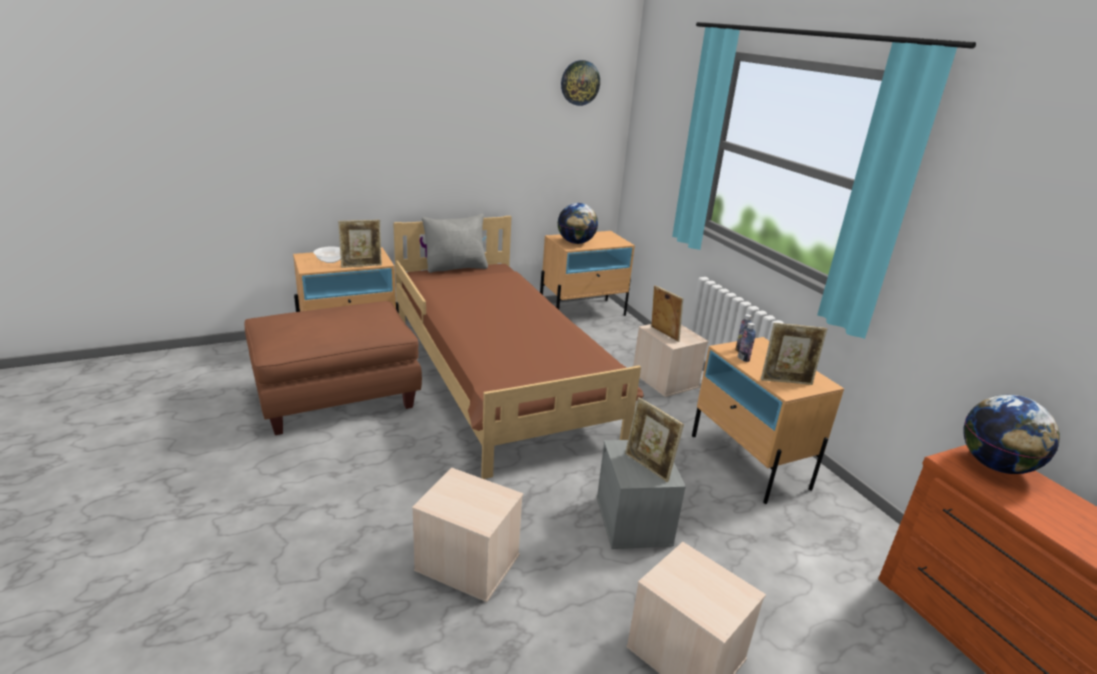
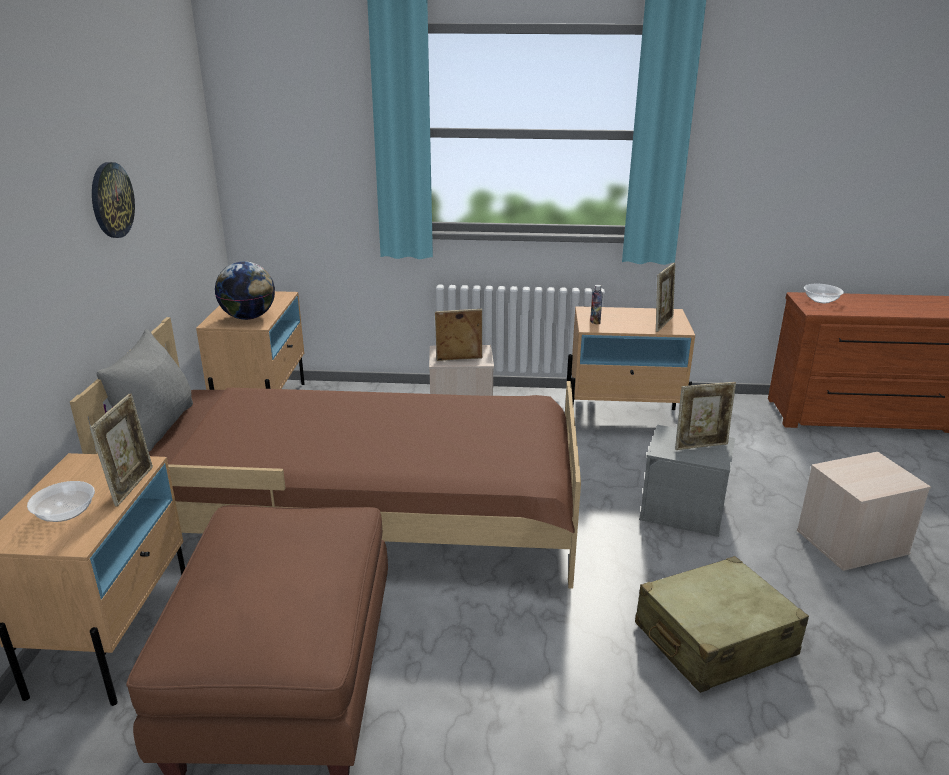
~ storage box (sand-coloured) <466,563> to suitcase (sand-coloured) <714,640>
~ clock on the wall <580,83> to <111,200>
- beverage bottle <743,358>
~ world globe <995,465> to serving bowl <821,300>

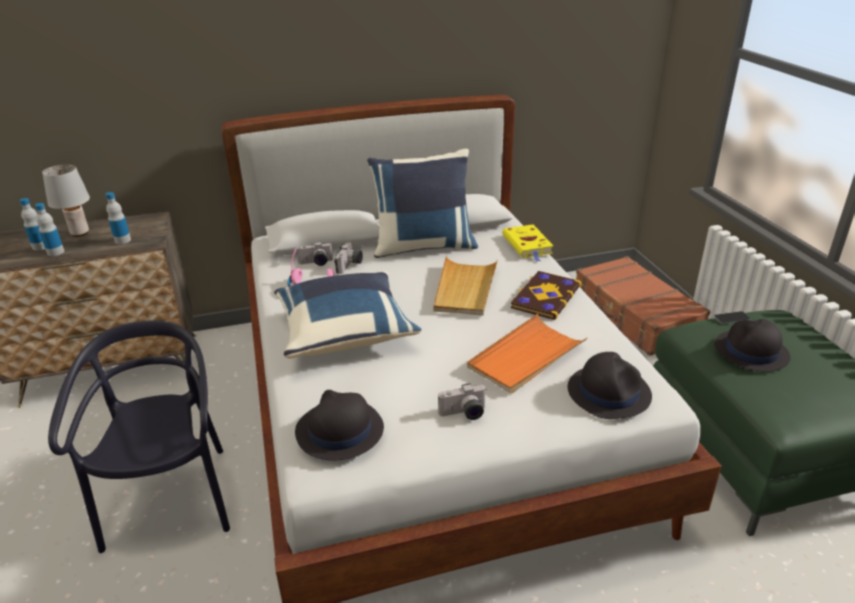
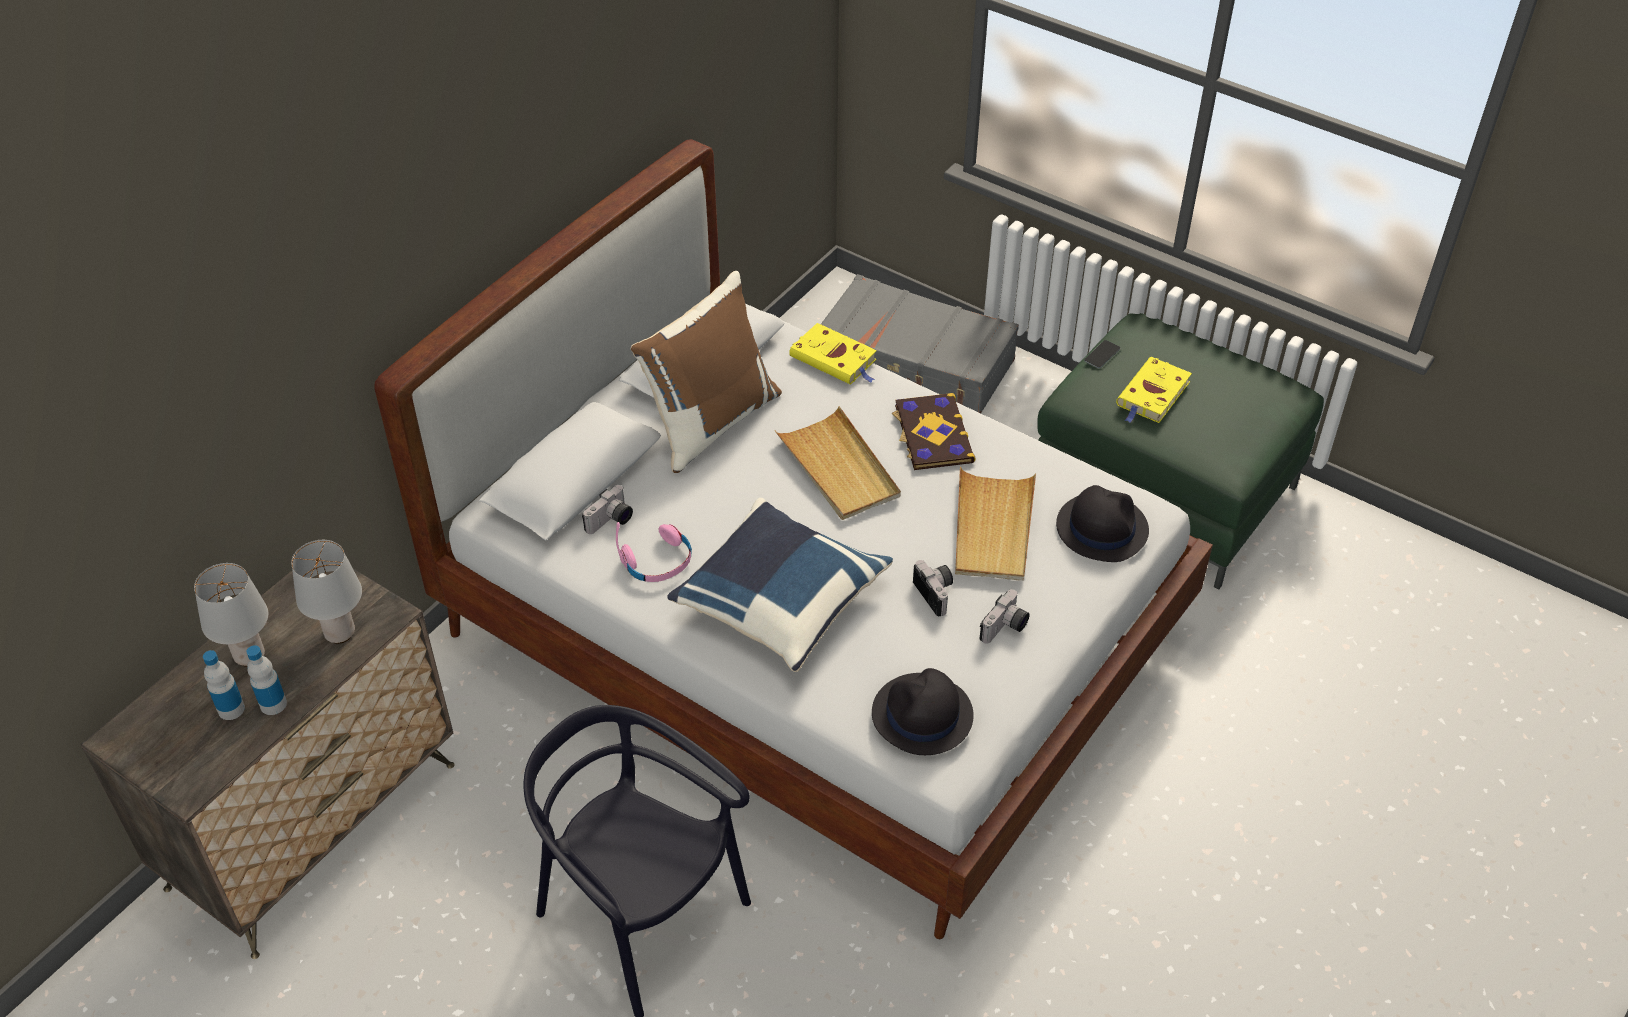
~ beverage bottle <123,240> to tabletop lamp (grey) <340,633>
~ photo camera <350,265> to <937,593>
~ pillow (blue) <424,246> to pillow (brownish) <711,422>
~ carrying tray (orange-coloured) <525,357> to carrying tray (sand-coloured) <992,528>
~ suitcase (brownish) <634,316> to suitcase (grey) <915,363>
~ hat (black-coloured) <750,352> to book (yellowish) <1152,395>

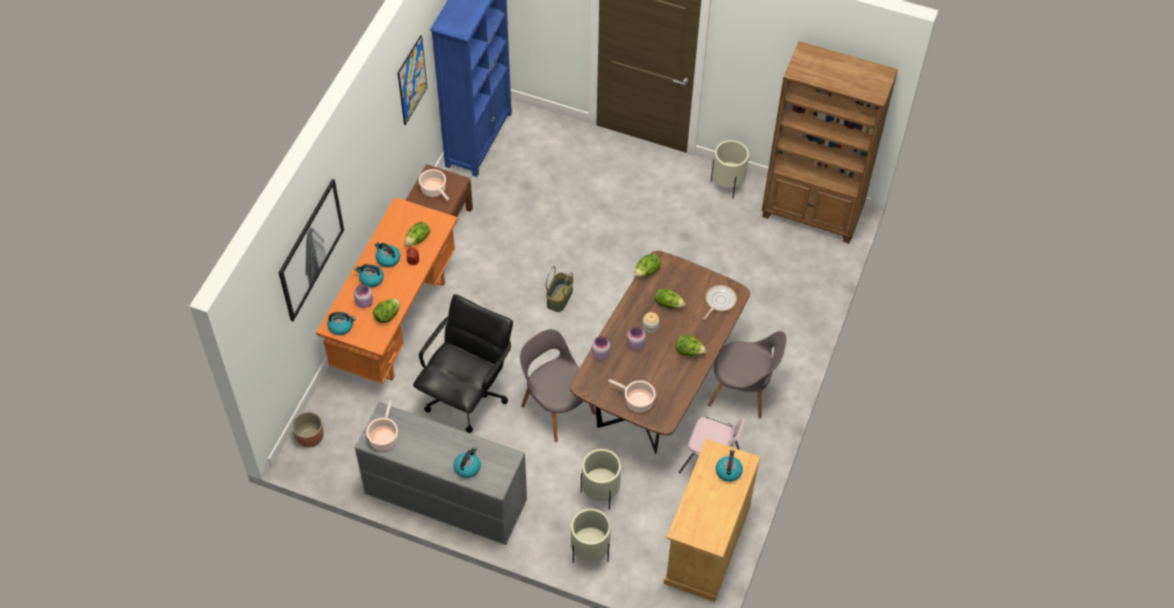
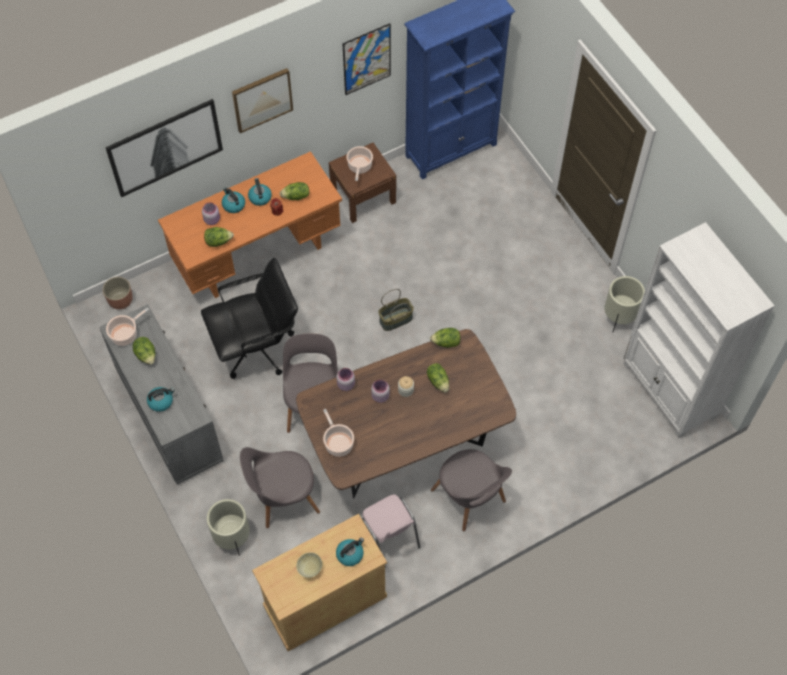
- tea kettle <341,326>
~ planter (sand-coloured) <600,493> to chair (grey) <283,497>
~ head of lettuce <689,351> to <146,355>
- pan <719,301>
~ bookshelf (brownish) <812,215> to bookshelf (white-coloured) <669,391>
+ wall picture <262,99>
+ serving bowl (sand-coloured) <309,568>

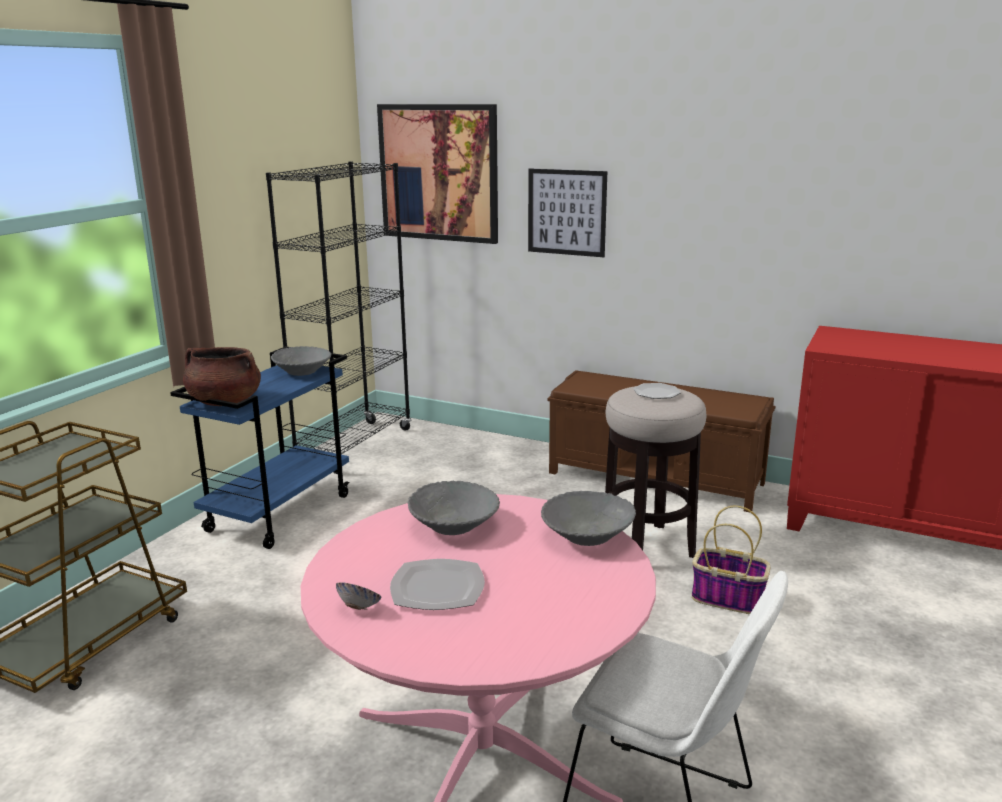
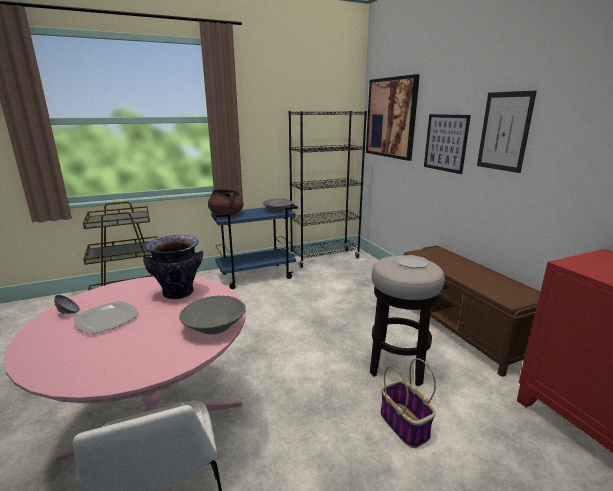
~ serving bowl (grey) <454,525> to decorative vase <178,293>
+ wall picture <504,131>

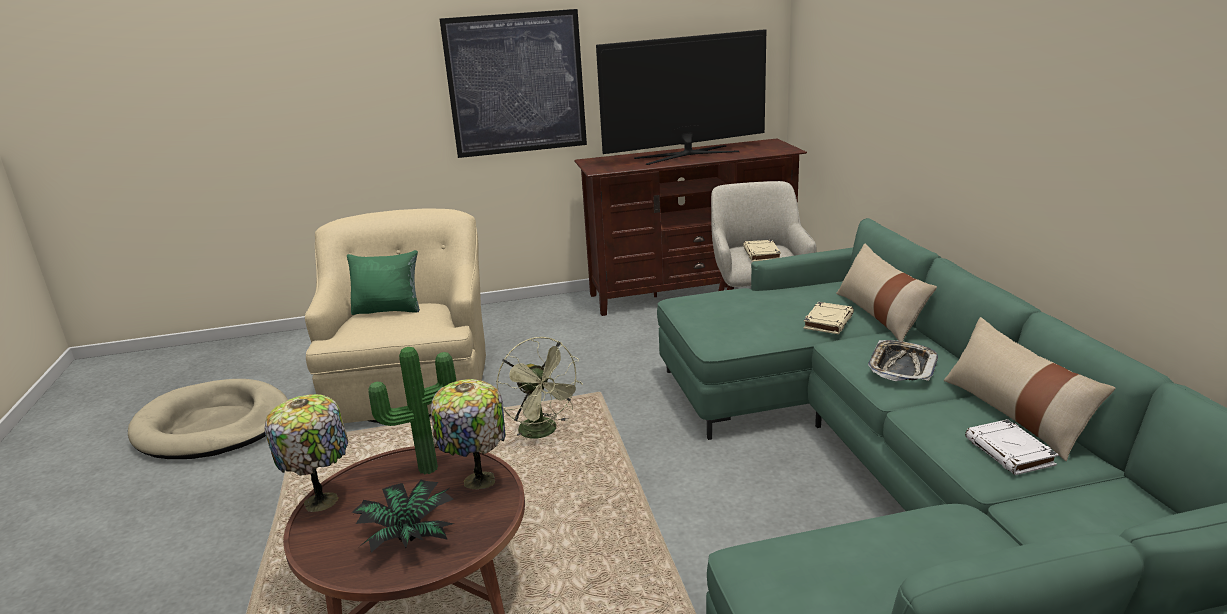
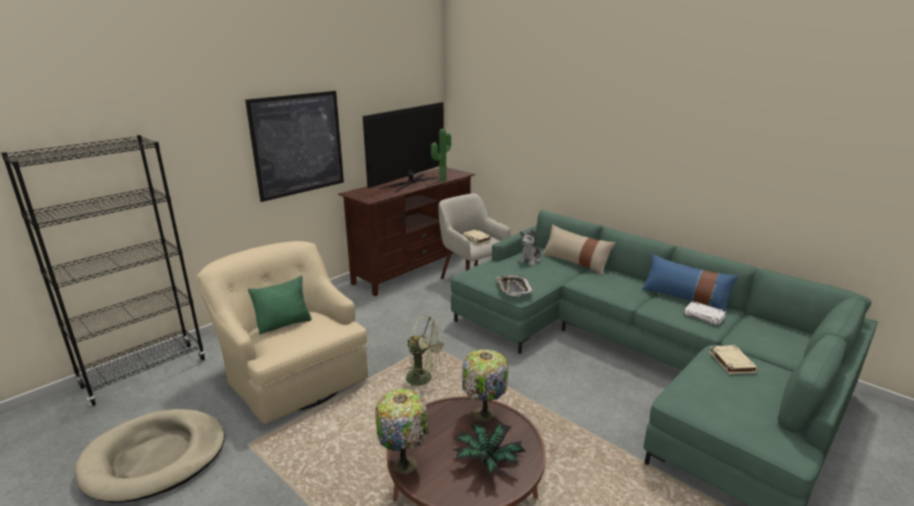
~ plant in a pot <427,467> to <441,180>
~ book (sand-coloured) <828,321> to <731,362>
~ carrying tray <901,367> to <513,288>
~ pillow (sand-coloured) <1015,414> to pillow (blue) <685,298>
+ bookshelf (black-coloured) <145,373>
+ plush toy <530,260>

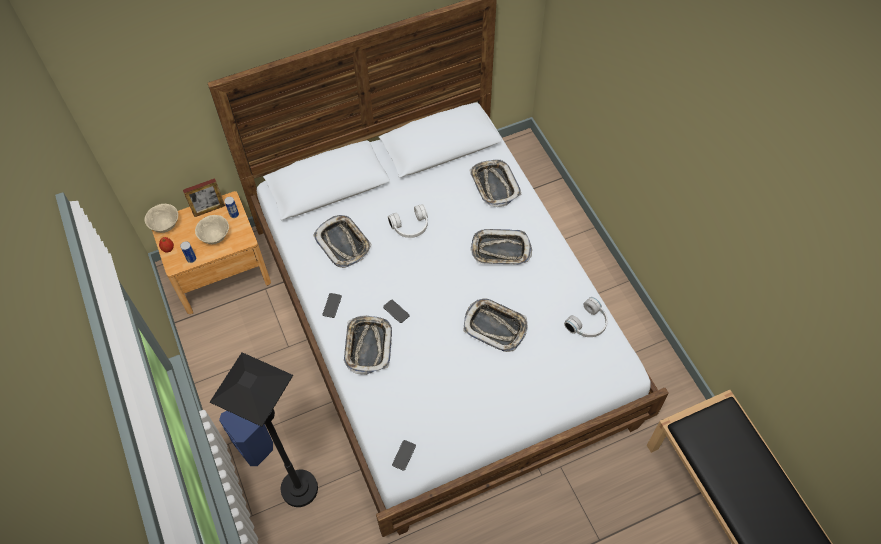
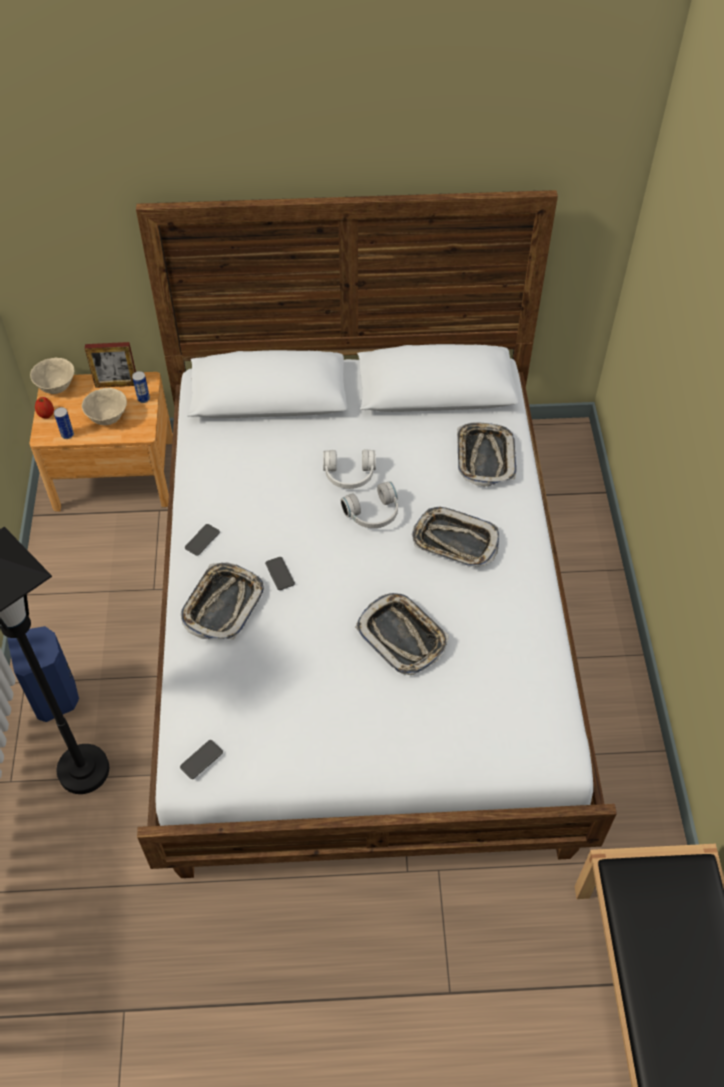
- carrying tray <343,243>
~ headphones (white-coloured) <588,324> to <373,514>

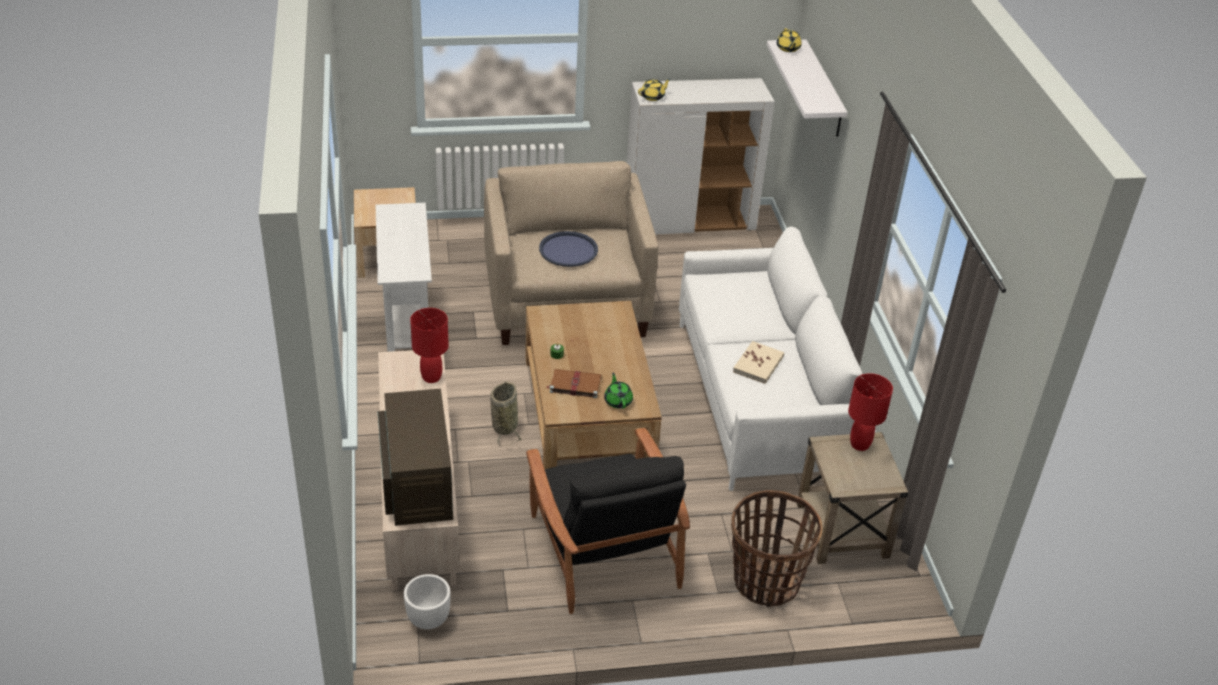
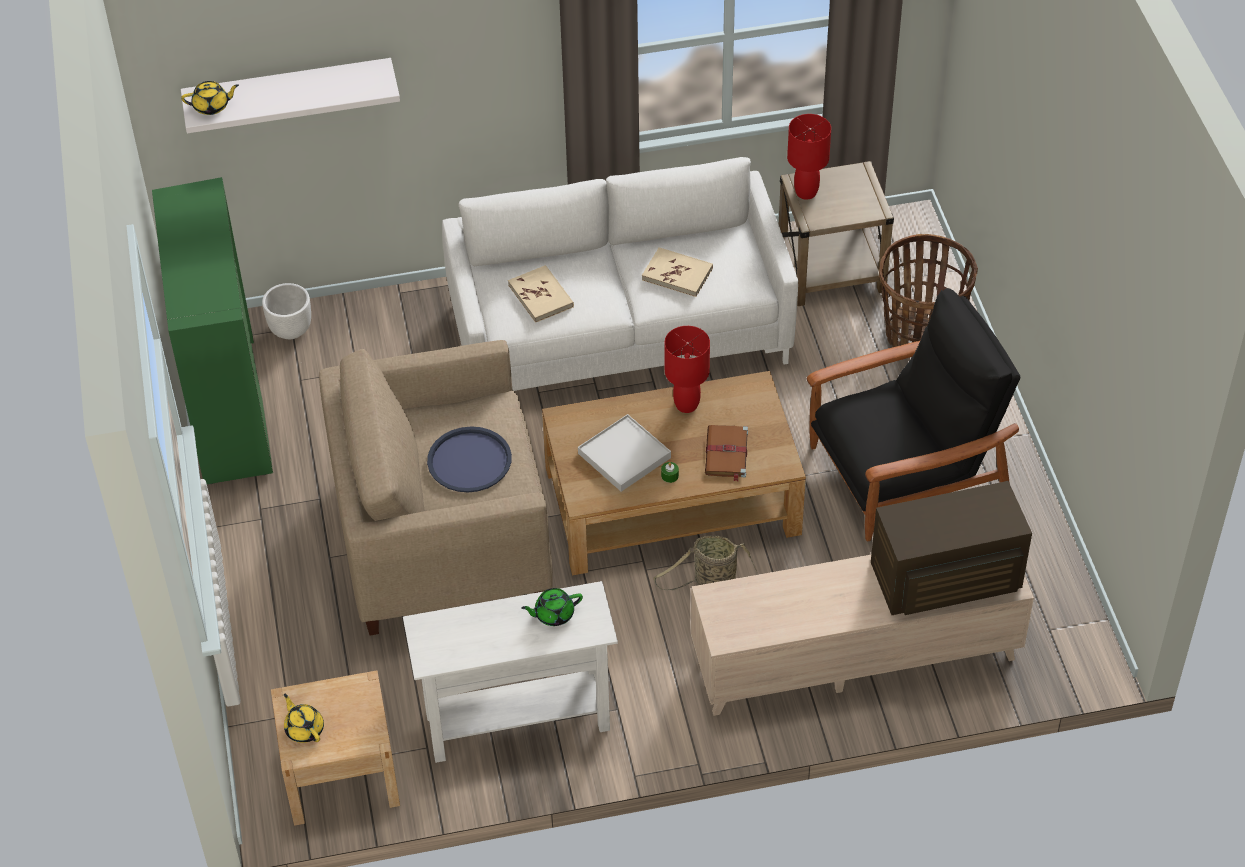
~ planter (white-coloured) <428,618> to <290,330>
~ tabletop lamp (red) <431,377> to <686,405>
~ pot for tea (green-coloured) <618,401> to <553,614>
~ cupboard (white-coloured) <689,222> to cupboard (green-coloured) <228,409>
~ pot for tea (yellowish) <653,97> to <304,729>
+ book (sand-coloured) <541,296>
+ carrying tray (white-coloured) <624,456>

